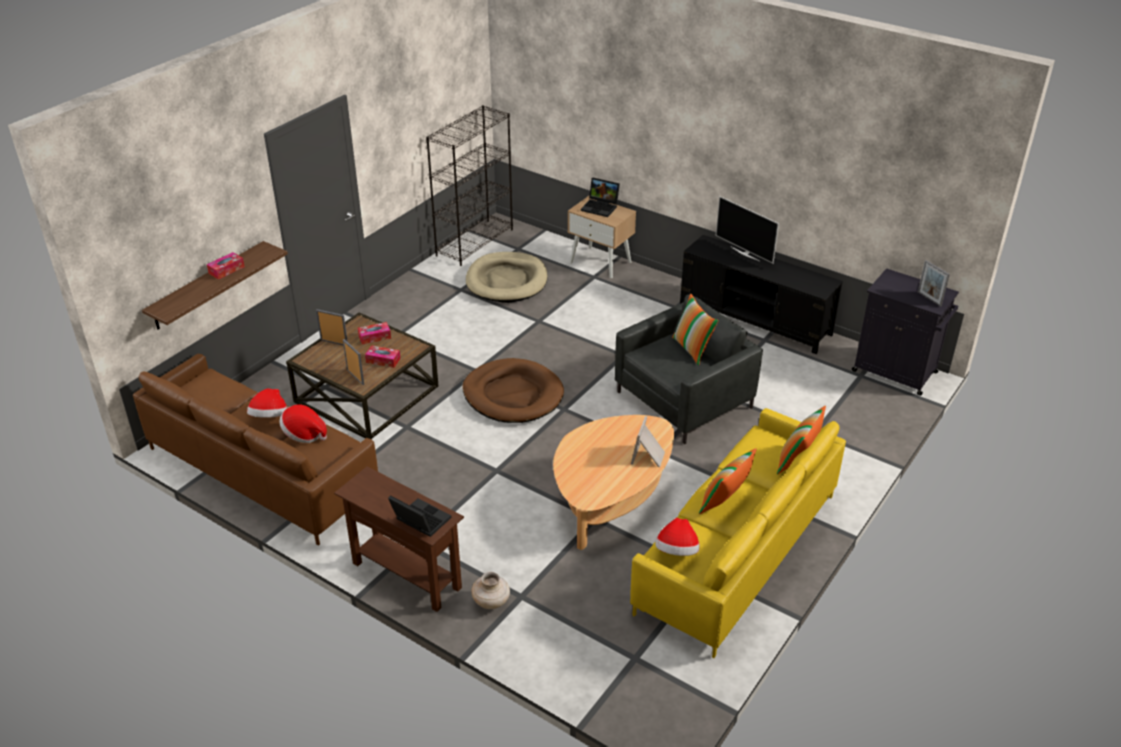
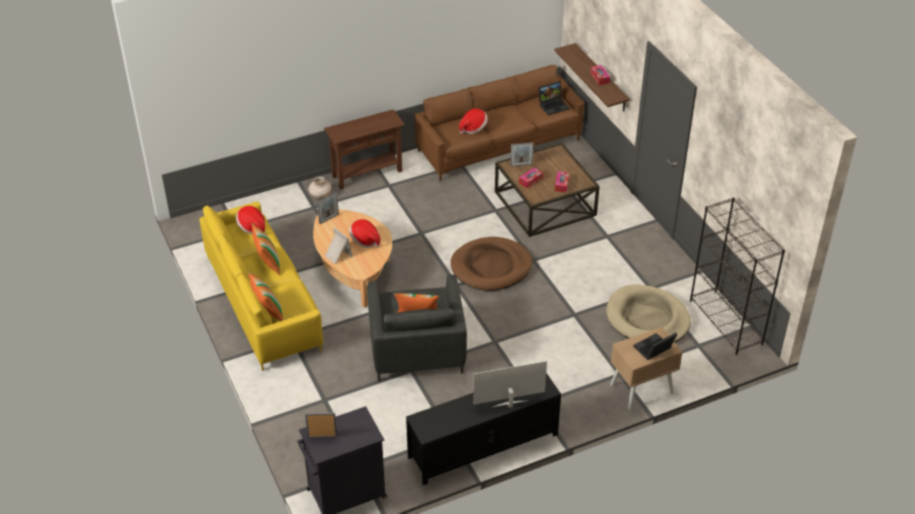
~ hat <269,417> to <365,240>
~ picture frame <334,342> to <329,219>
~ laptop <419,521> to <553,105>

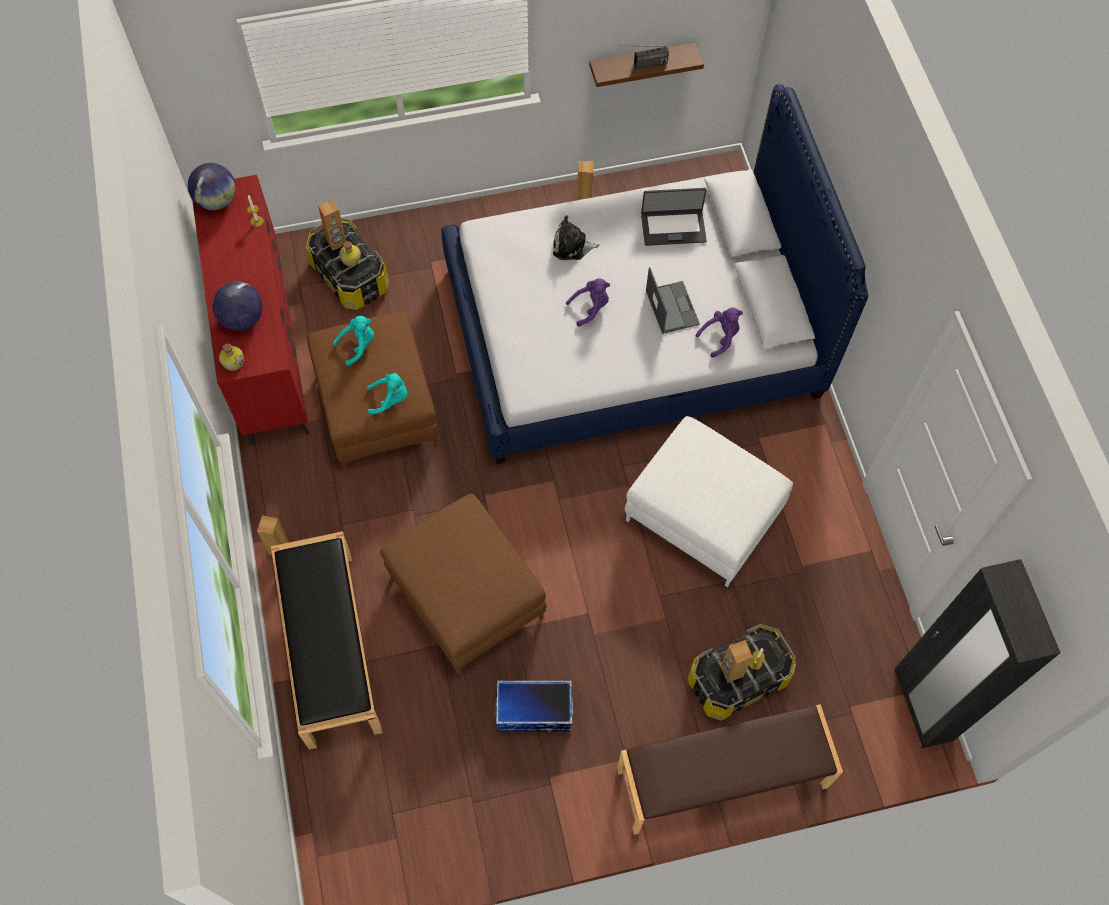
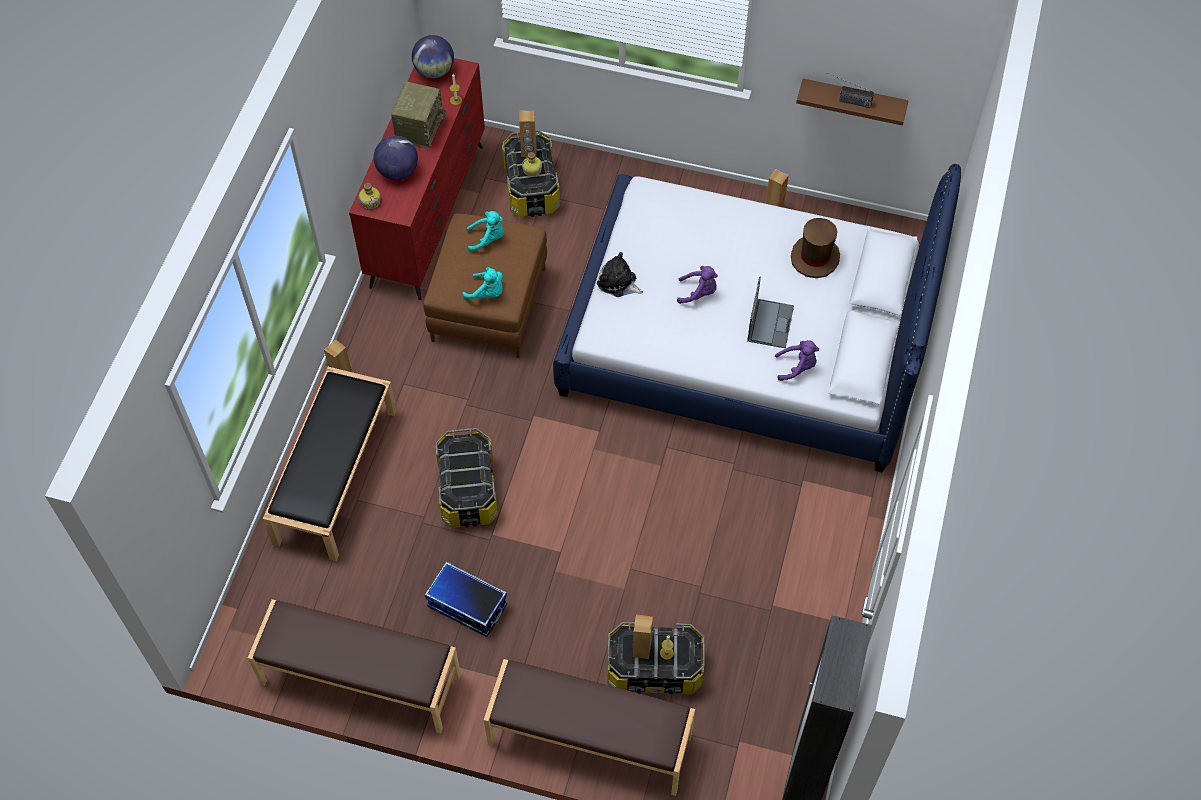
~ ottoman (brownish) <467,597> to storage box <468,490>
~ plush toy <572,246> to <618,283>
- ottoman (white-coloured) <703,516>
~ laptop <673,227> to hat (brownish) <815,257>
+ indoor bench (brownish) <360,680>
+ radio set <419,128>

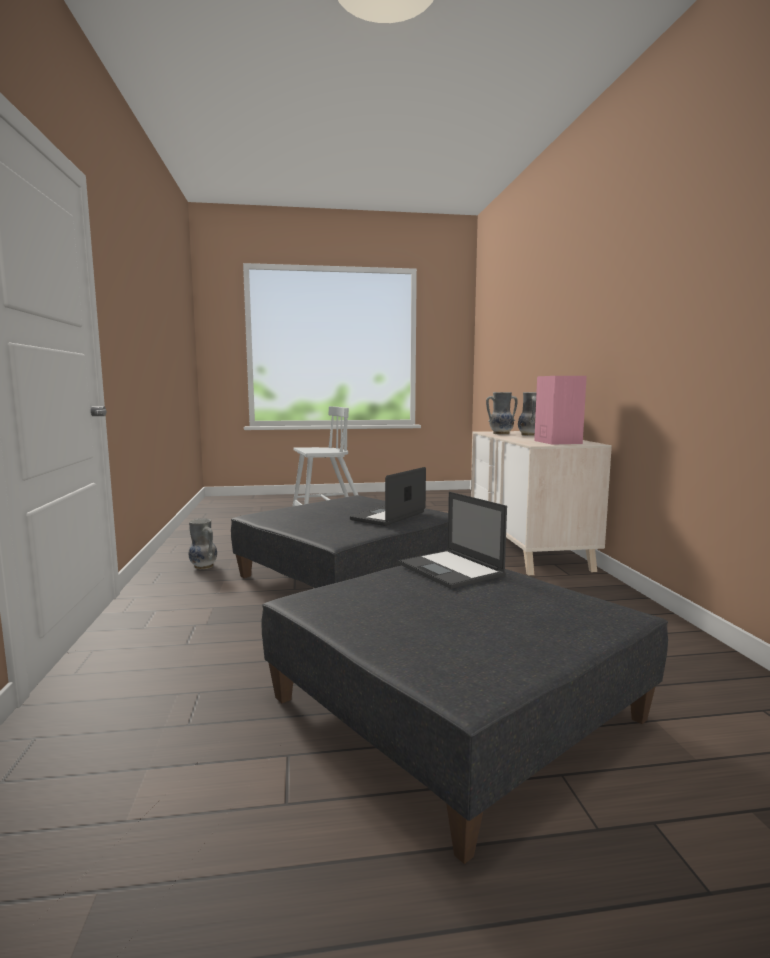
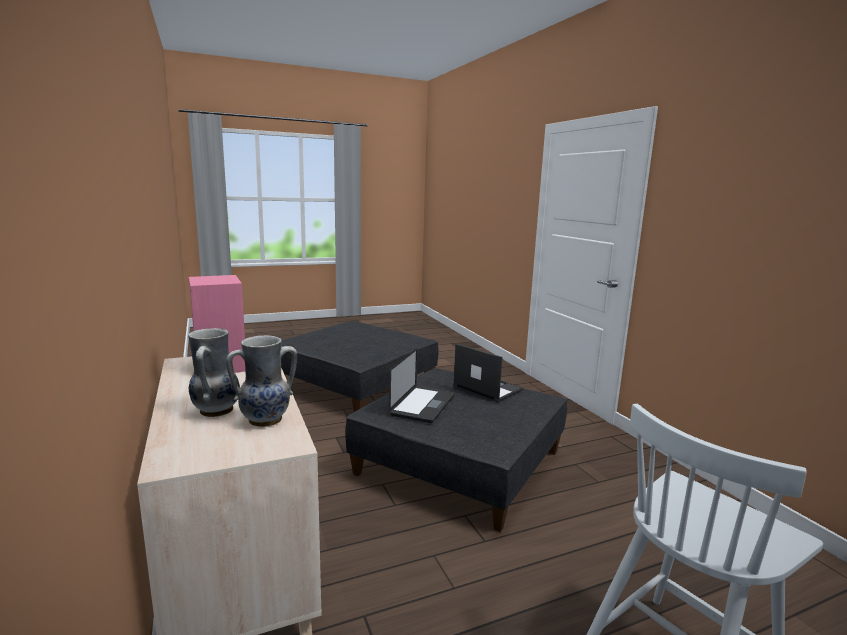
- decorative vase <203,566>
~ laptop <451,569> to <486,388>

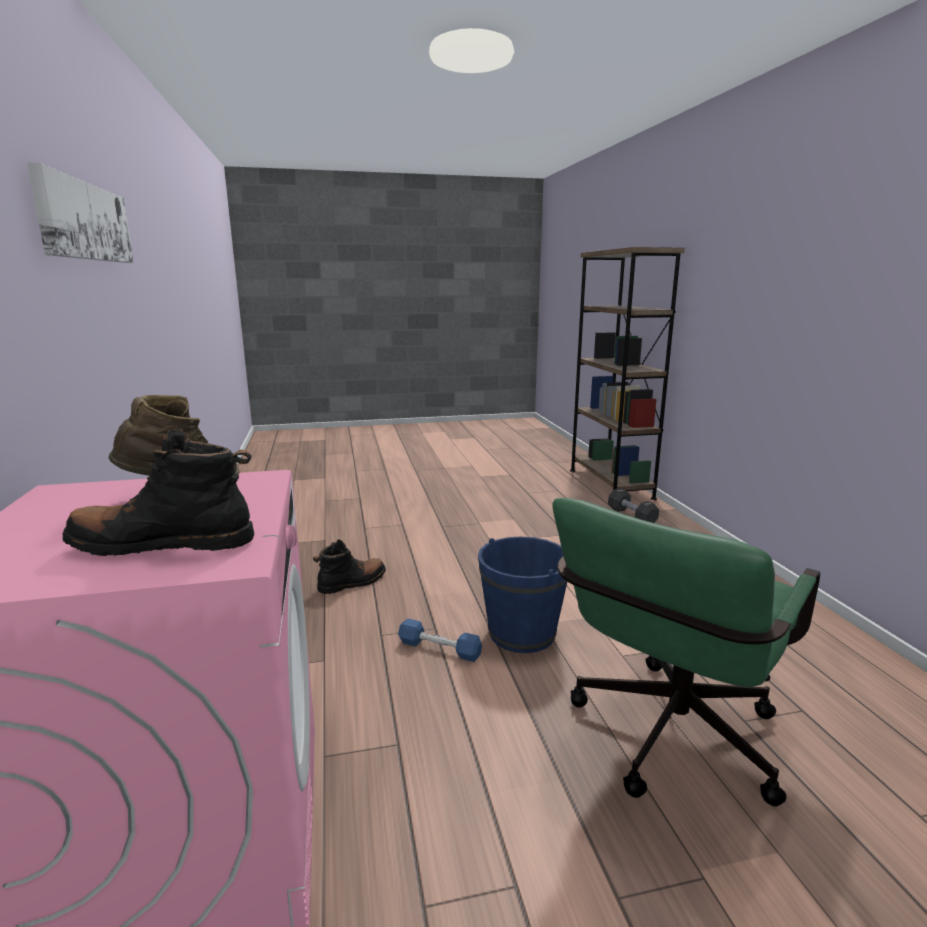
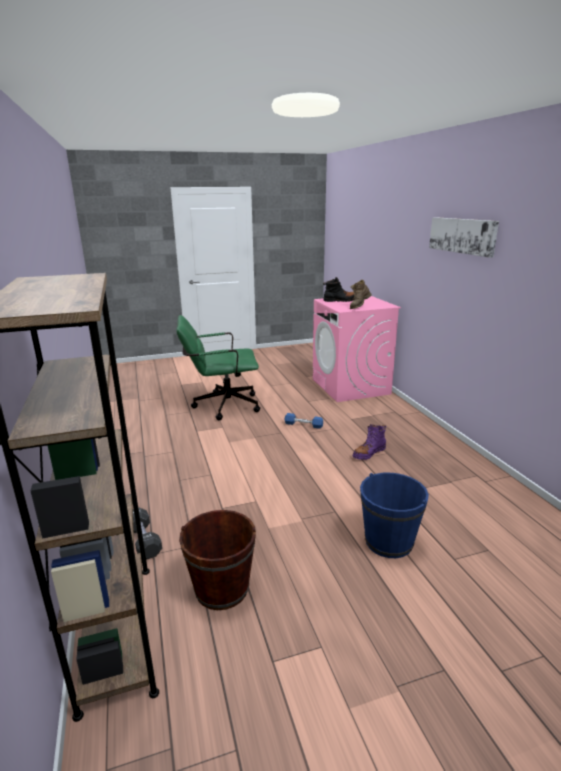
~ tall boot (black-coloured) <352,582> to tall boot (purple) <369,453>
~ water bucket (blue) <522,633> to <388,542>
~ desk chair (green-coloured) <667,742> = <221,405> 135 degrees counterclockwise
+ water bucket (brownish) <222,589>

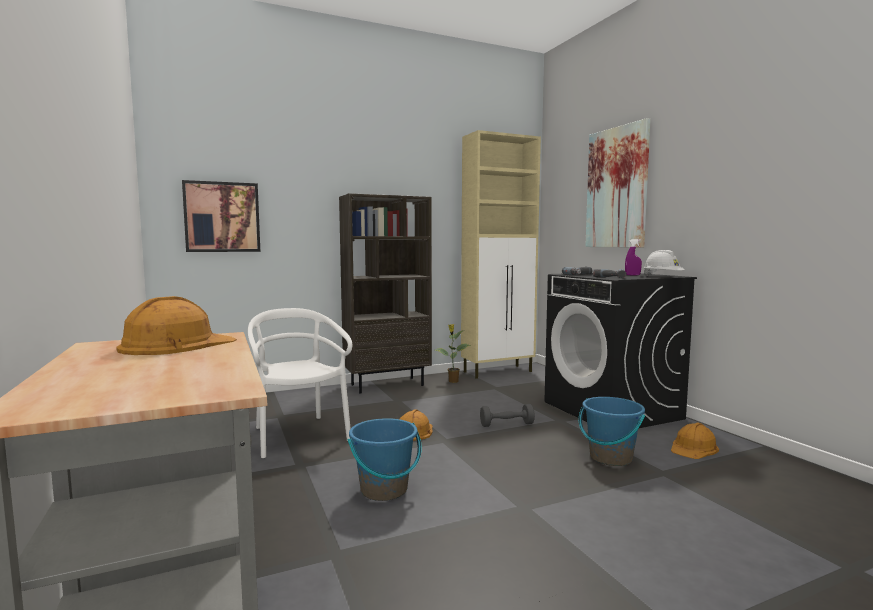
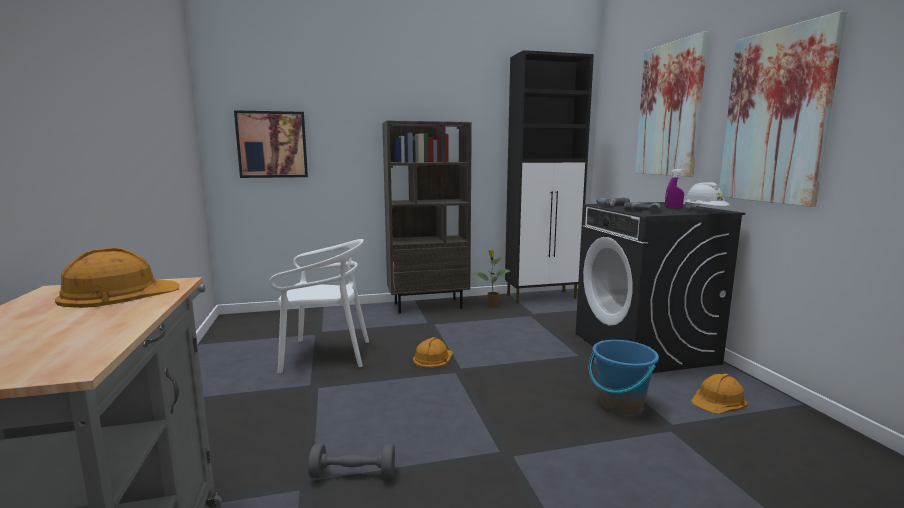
~ chair (white-coloured) <298,436> = <325,355> 105 degrees clockwise
- water bucket (blue) <384,490>
~ cupboard (sand-coloured) <498,371> to cupboard (black-coloured) <542,297>
~ free weight (grey) <506,424> to <353,474>
+ wall picture <775,117>

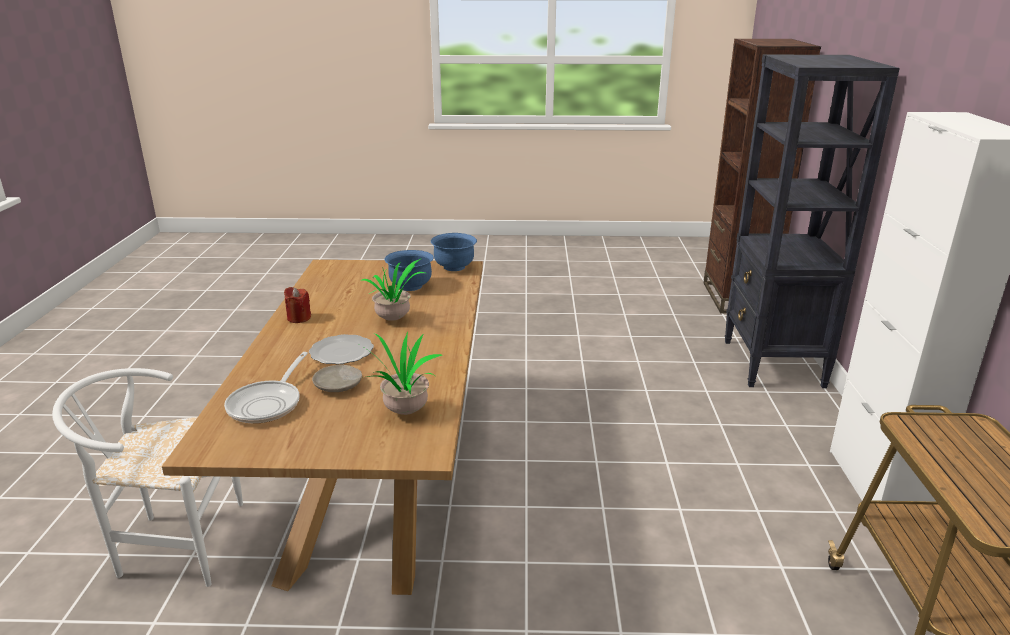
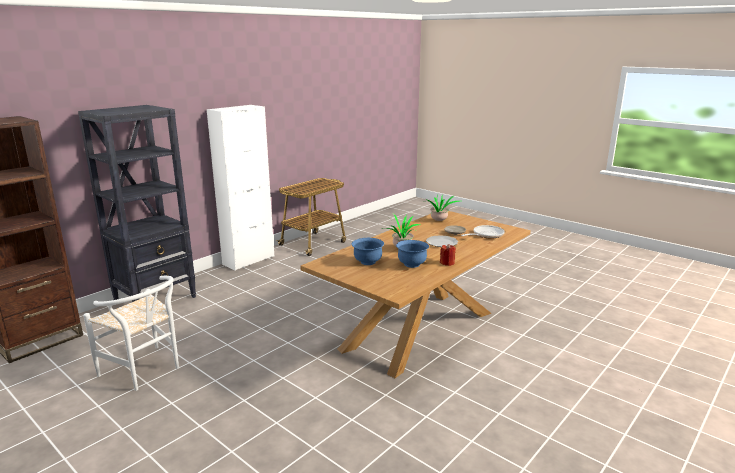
~ chair (white-coloured) <172,544> to <145,371>
~ serving bowl (blue) <454,267> to <412,264>

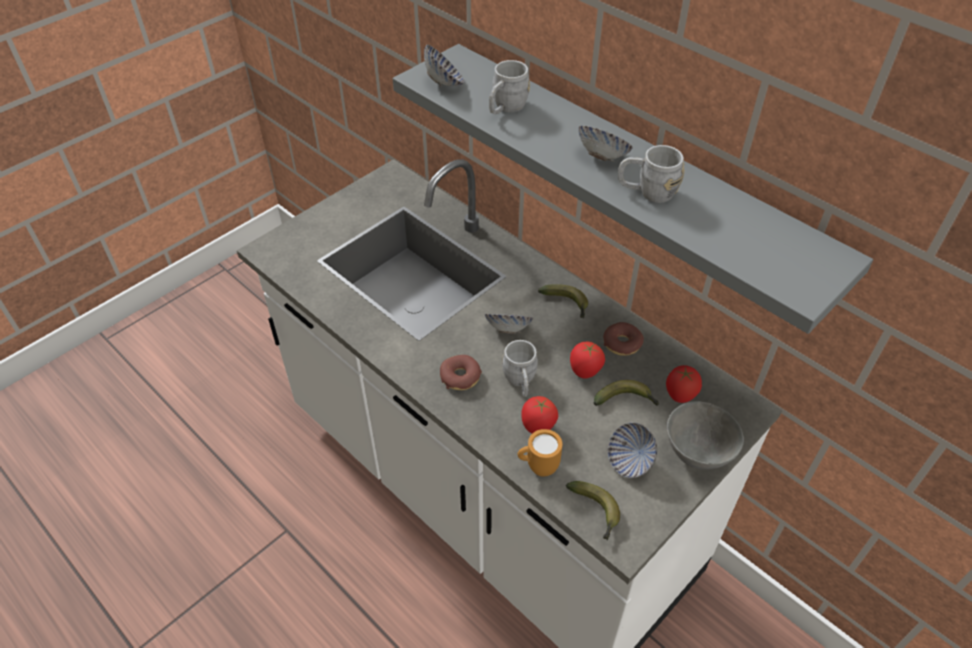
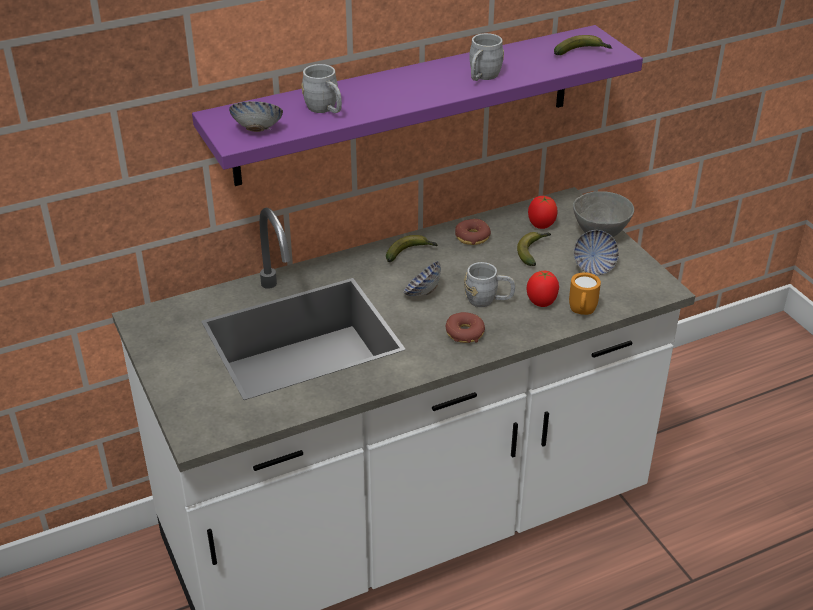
~ wall shelf (grey) <630,175> to wall shelf (purple) <406,105>
~ banana fruit <596,512> to <582,52>
- tomato <585,372>
- serving bowl <602,157>

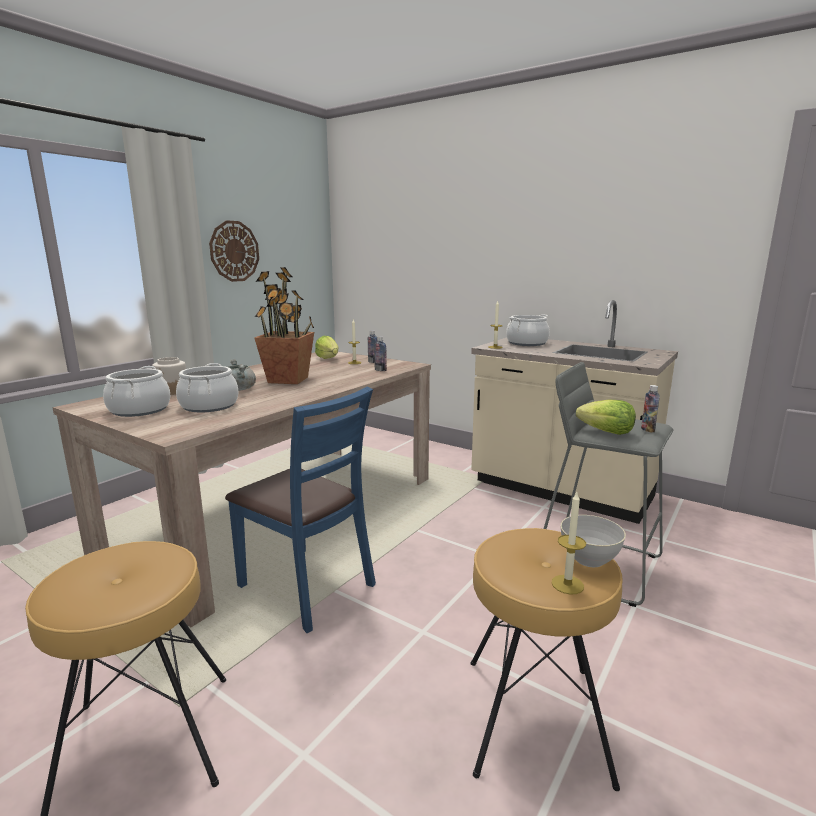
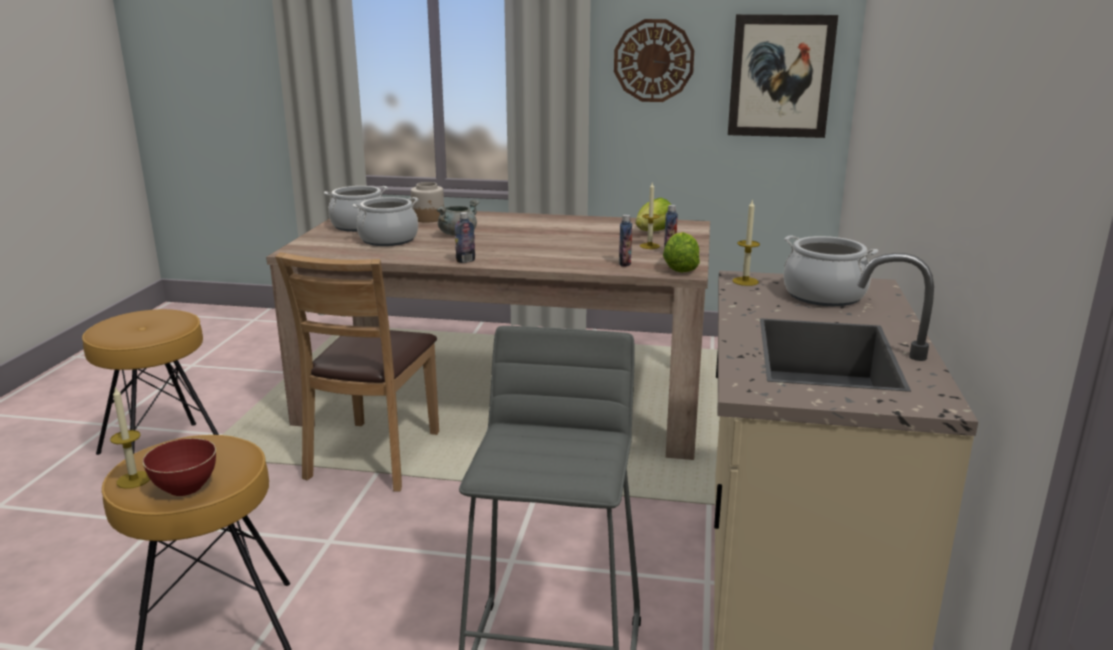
~ chair (blue) <307,587> to chair (brownish) <374,456>
- plant in a pot <288,380>
~ serving bowl (grey) <589,559> to serving bowl (red) <185,487>
~ head of lettuce <606,432> to <680,268>
~ beverage bottle <647,430> to <465,261>
+ wall picture <780,76>

